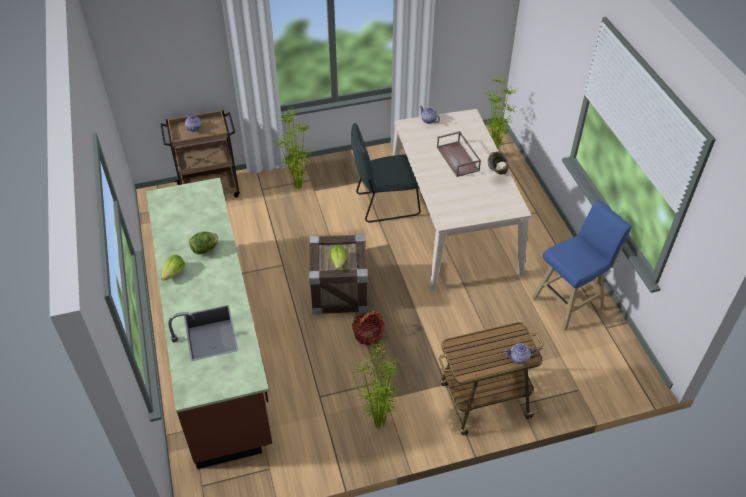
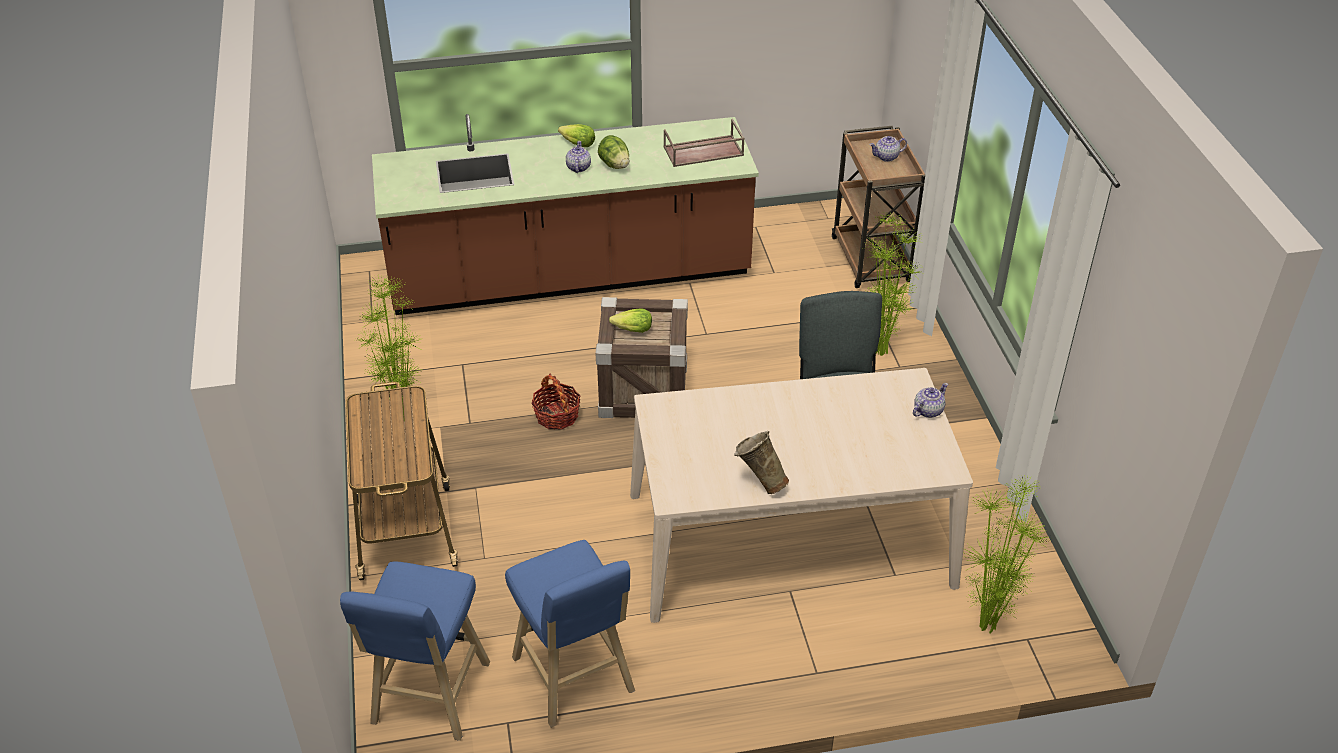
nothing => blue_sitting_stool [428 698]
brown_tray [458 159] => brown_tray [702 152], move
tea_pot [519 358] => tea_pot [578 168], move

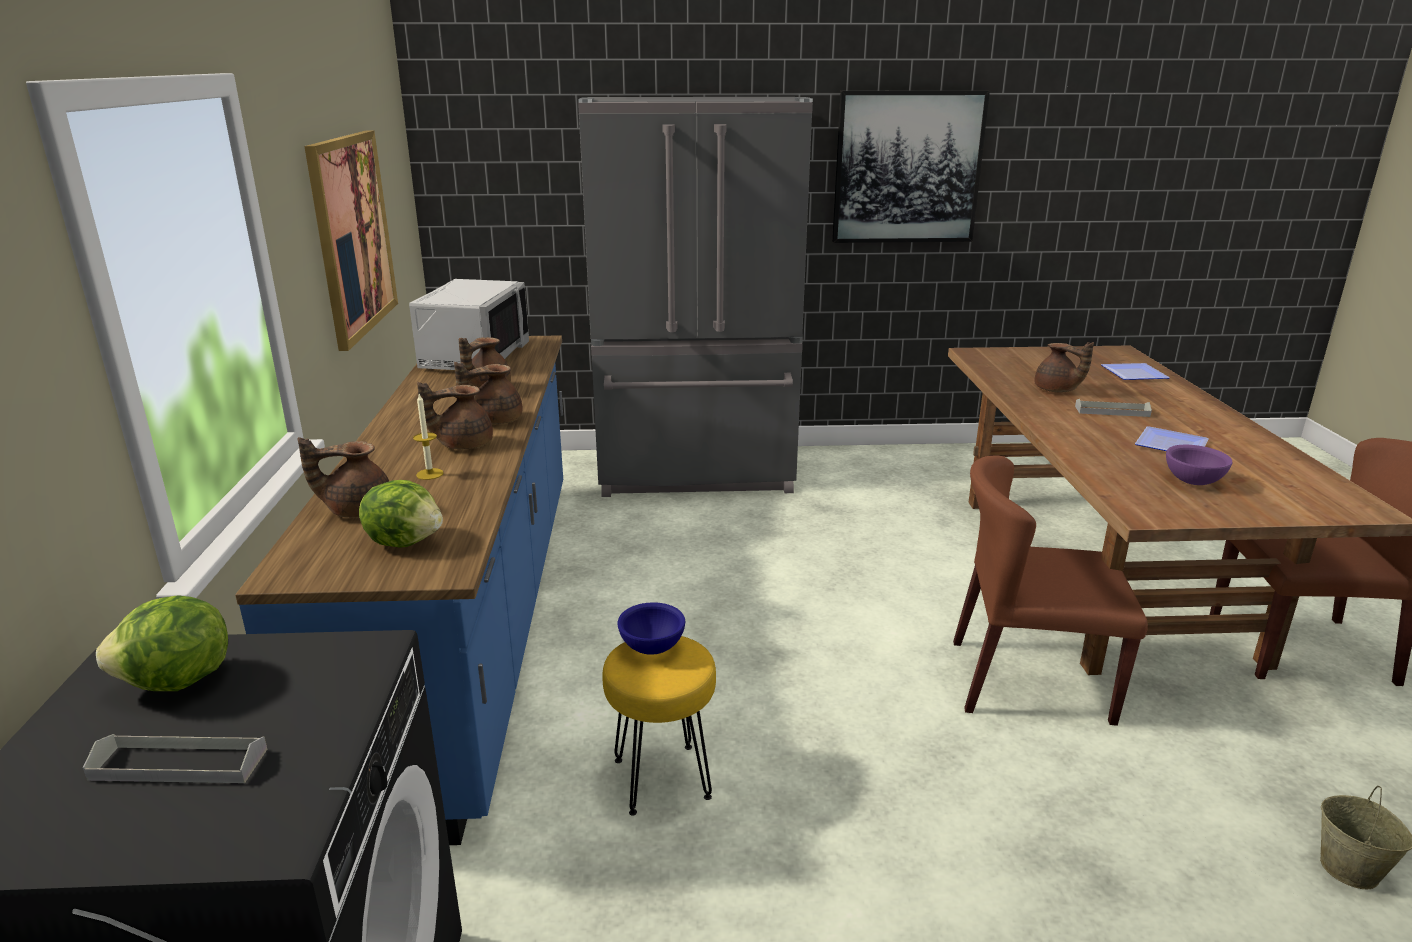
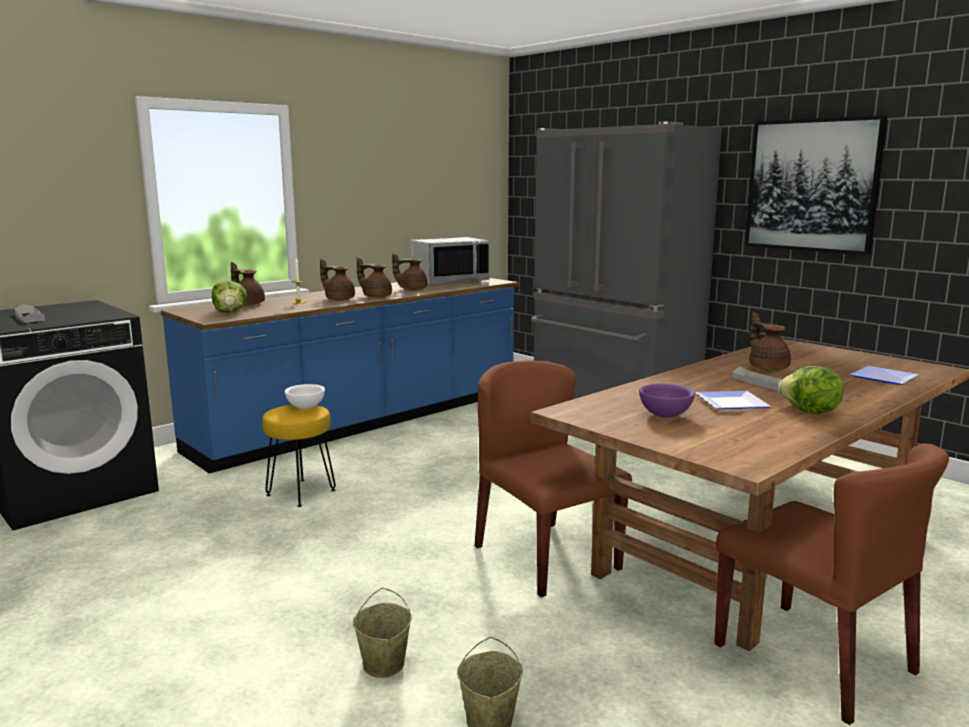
wall_picture [352 235] => nothing
nothing => beige_water_bucket [383 665]
lettuce [178 682] => lettuce [810 412], move
blue_serving_bowl [653 647] => white_serving_bowl [306 407]
brown_tea_pot [1056 390] => brown_tea_pot [767 367], 150 degrees clockwise

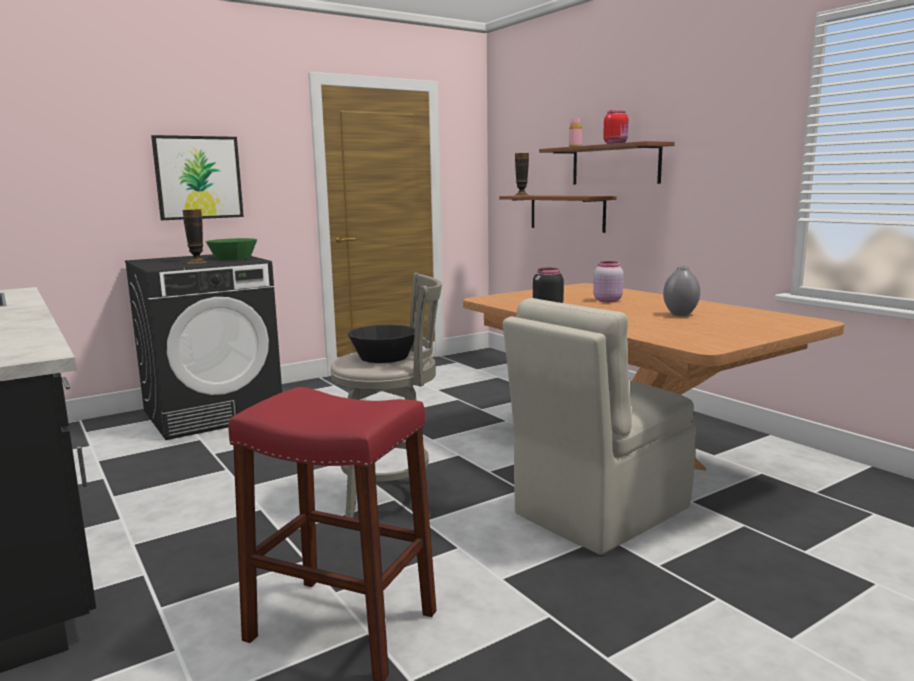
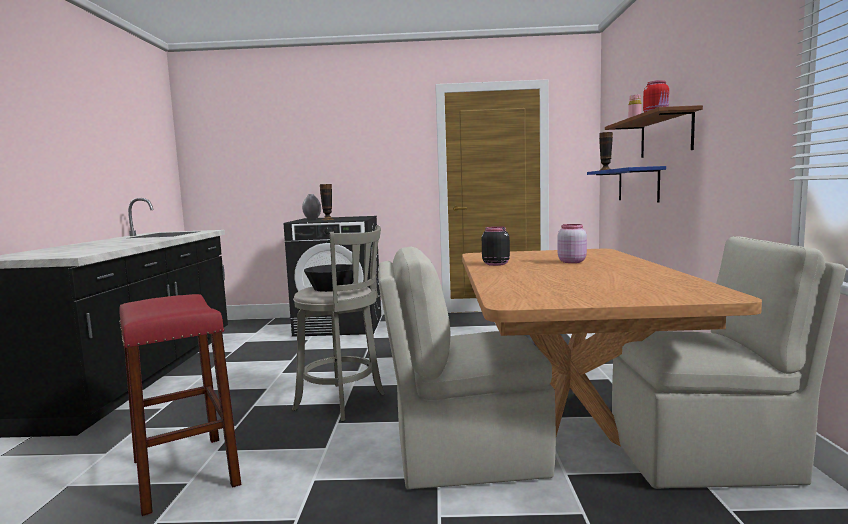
wall_picture [198 177] => nothing
green-coloured_serving_bowl [233 258] => nothing
nothing => beige_chair [707 457]
gray_decorative_vase [680 314] => gray_decorative_vase [312 219], move
brown_wall_shelf [566 212] => blue_wall_shelf [638 185]

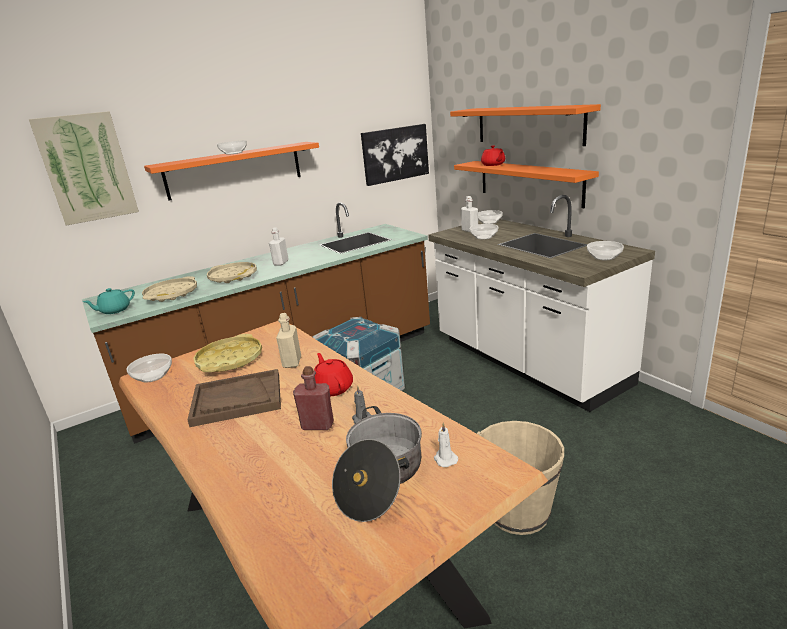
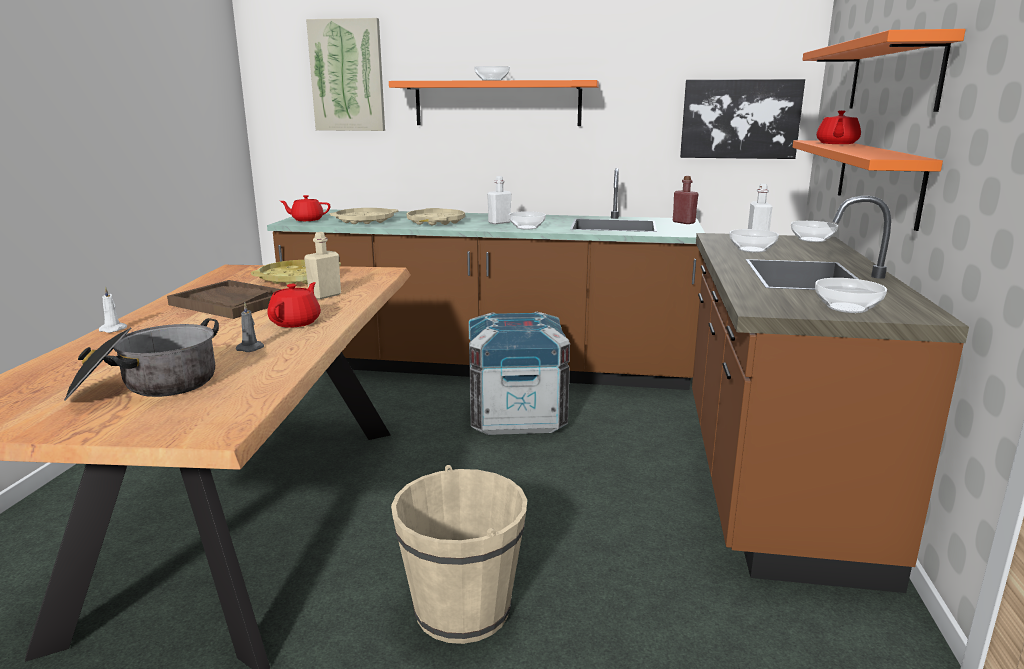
serving_bowl [153 376] => serving_bowl [527 227], move
reddish_drink_bottle [317 425] => reddish_drink_bottle [683 222], move
white_candle [445 459] => white_candle [114 329], move
turquoise_tea_pot [114 310] => reddish_tea_pot [307 220]
white_kitchen_base_unit [527 362] => brown_kitchen_base_unit [769 479]

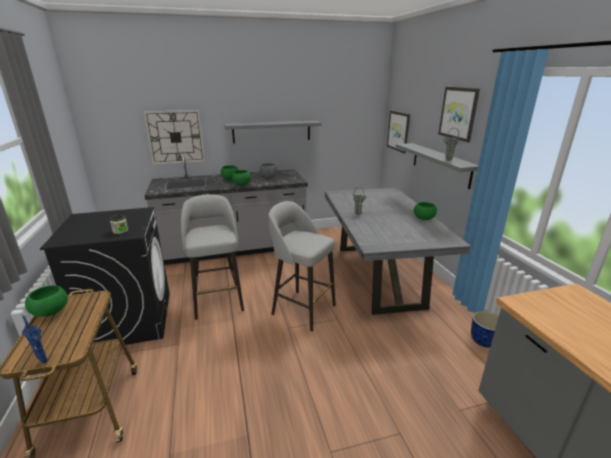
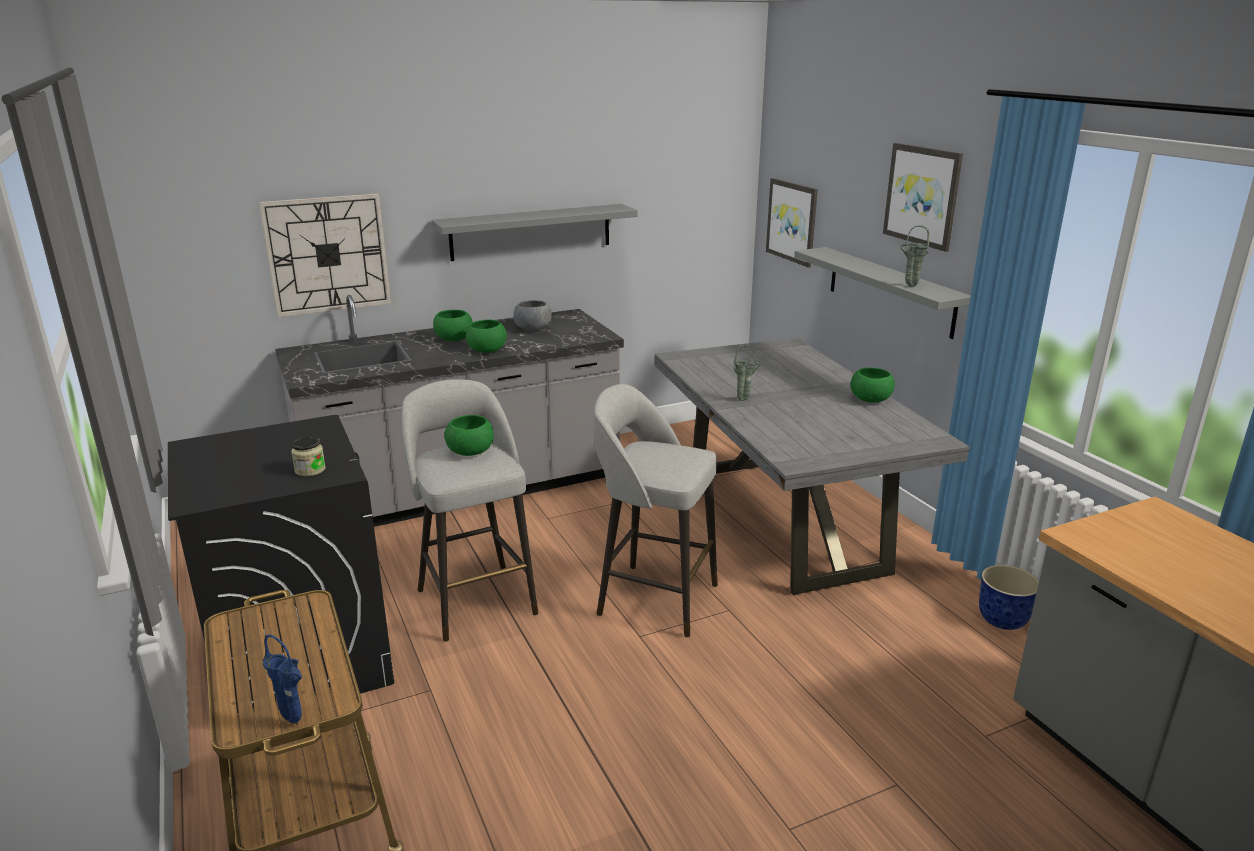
green-coloured_serving_bowl [51 311] => green-coloured_serving_bowl [471 452], move

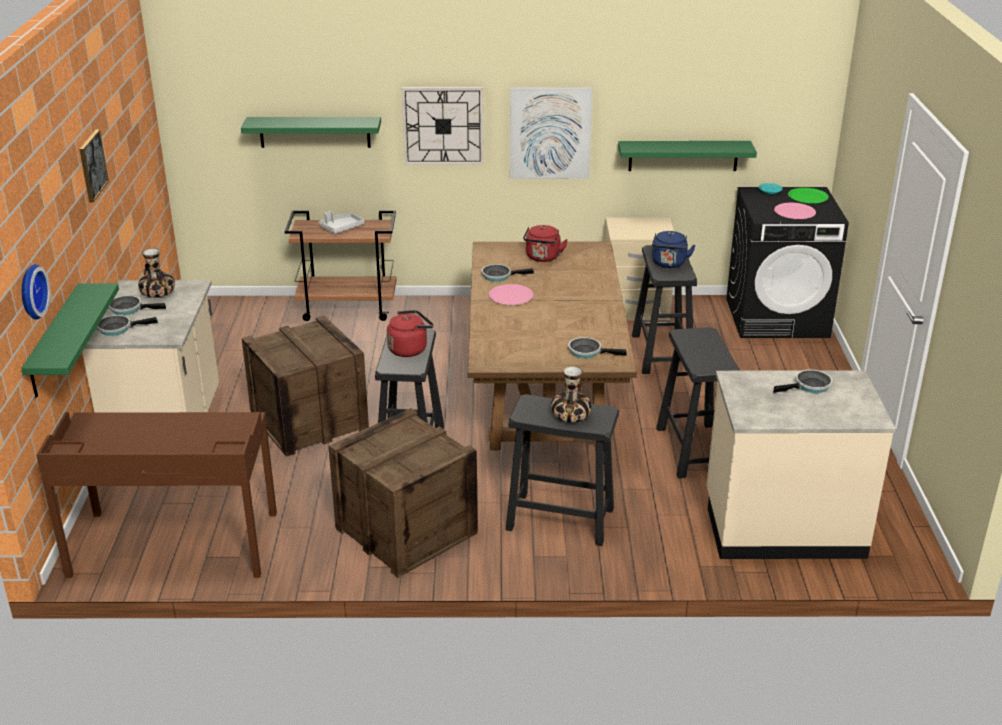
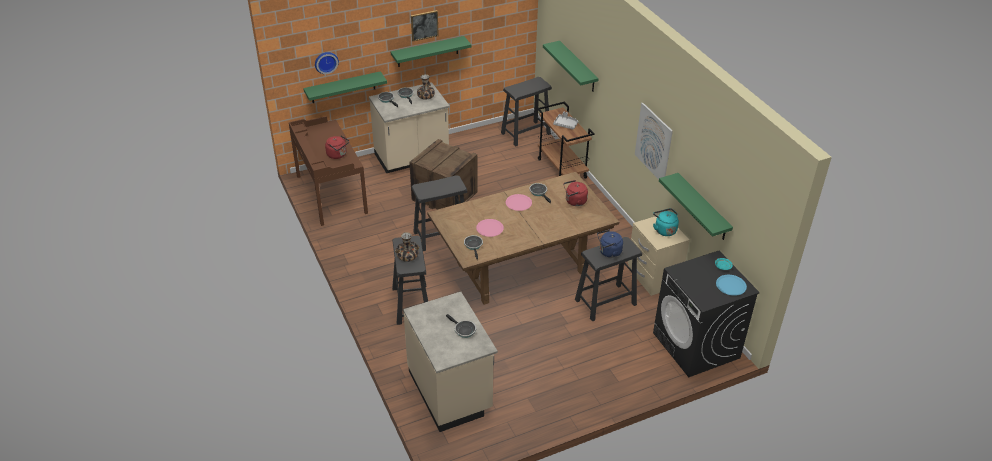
crate [405 531] => nothing
hanging_clock [443 126] => nothing
nothing => green-coloured_wall_shelf [428 51]
nothing => turquoise_kettle [664 230]
reddish_kettle [409 349] => reddish_kettle [338 155], move
blackish_sitting_stool [695 451] => blackish_sitting_stool [525 133], move
pink_flat_dish [794 212] => pink_flat_dish [490 228], move
green-coloured_flat_dish [808 197] => blue_flat_dish [731 285]

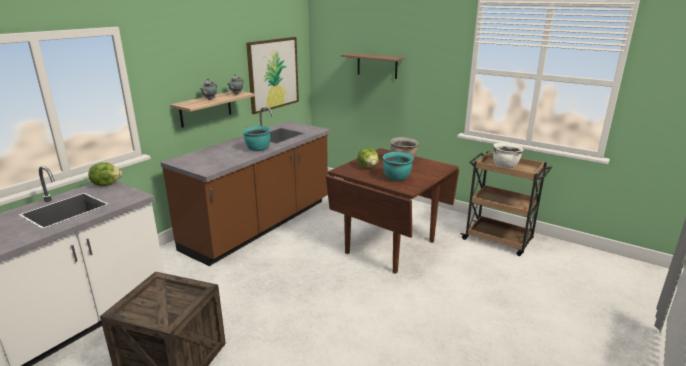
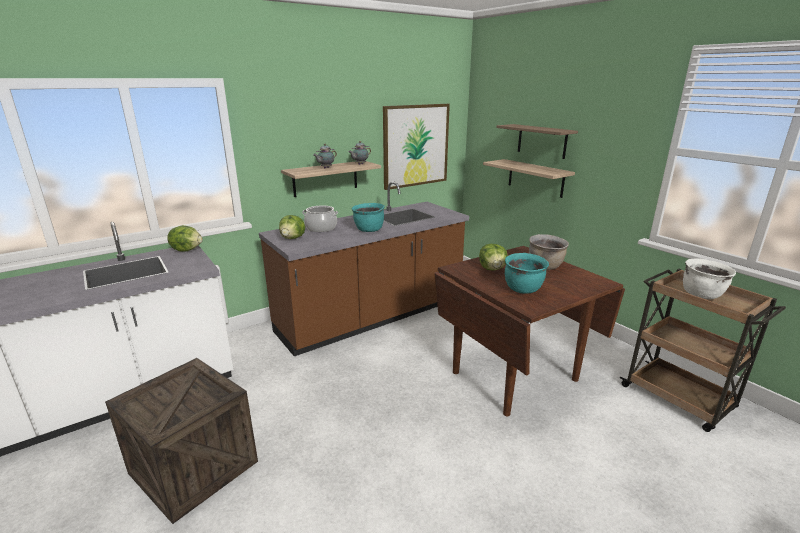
nothing => lettuce [293 238]
nothing => saucepot [321 228]
nothing => wall_shelf [535 178]

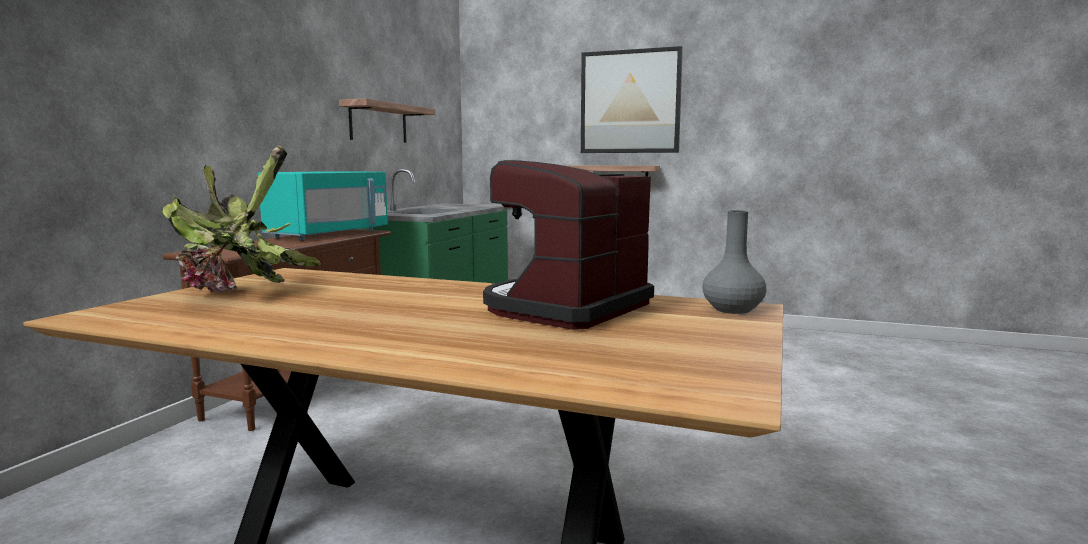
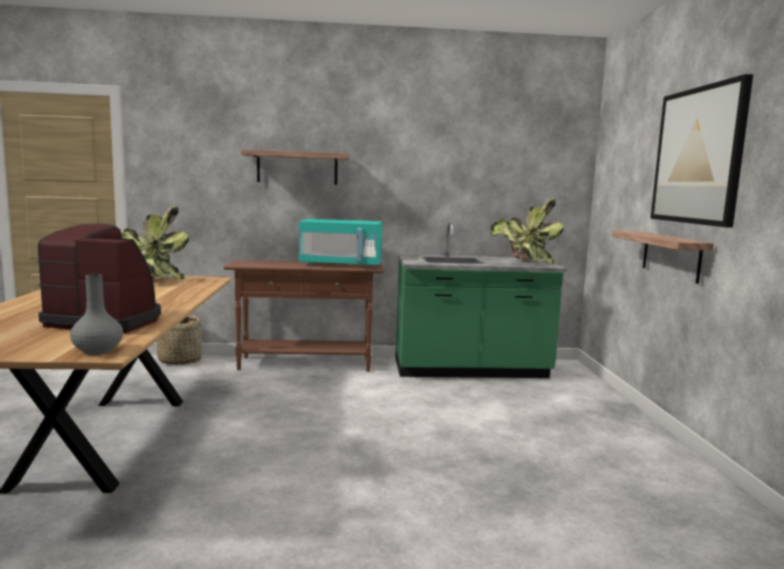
nothing => storage_basket [179 360]
nothing => potted_plant [523 263]
wall_shelf [378 123] => wall_shelf [297 168], move

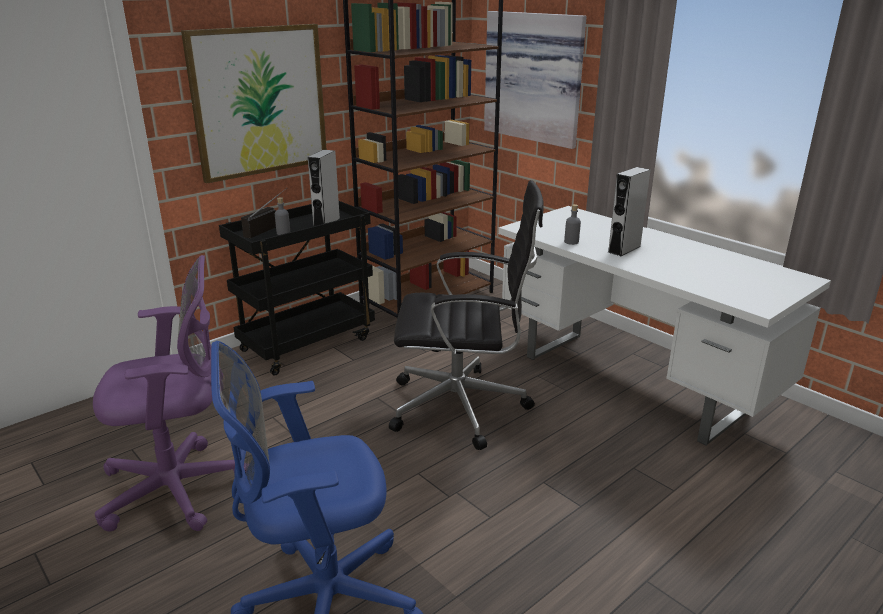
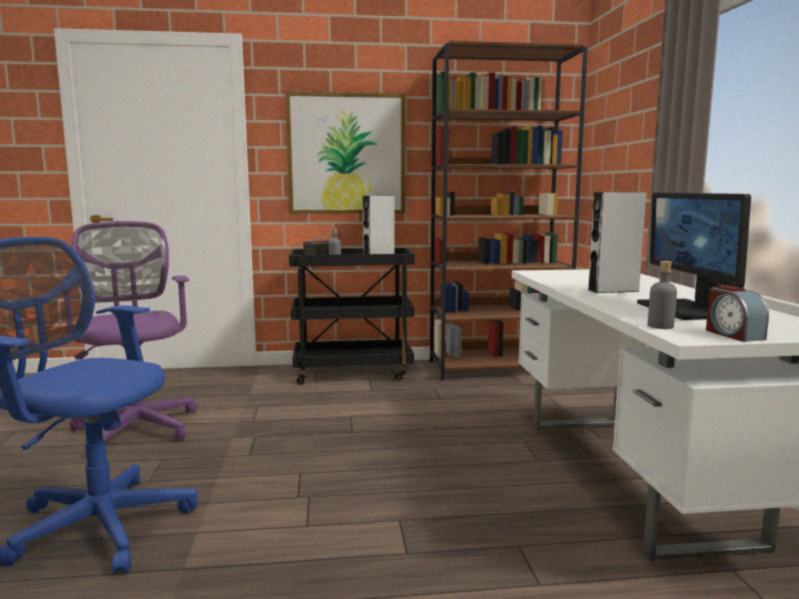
blackish_office_chair [463 407] => nothing
wall_picture [535 77] => nothing
nothing => computer_screen [686 310]
nothing => table_clock [733 334]
gray_drink_bottle [571 242] => gray_drink_bottle [660 326], move
purple_office_chair [180 488] => purple_office_chair [137 426], 135 degrees counterclockwise

